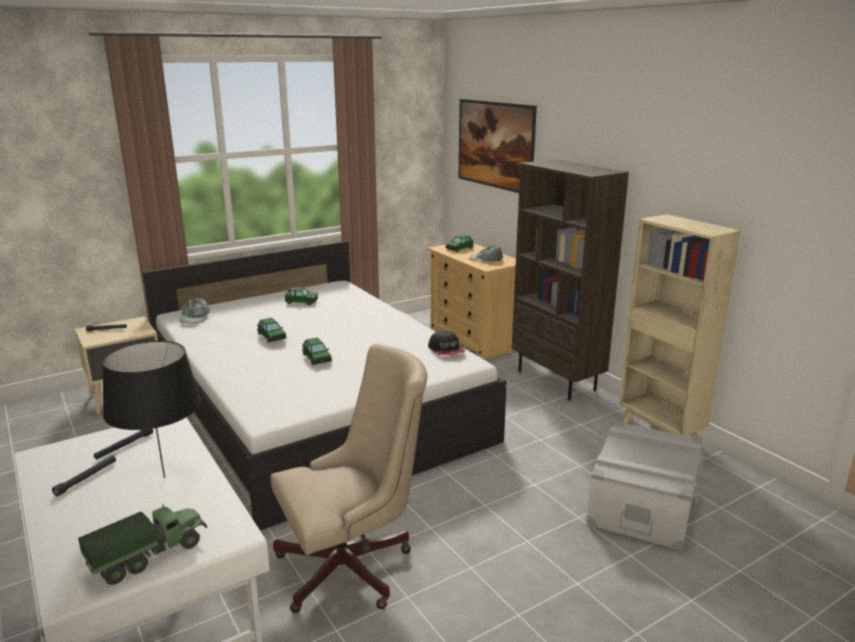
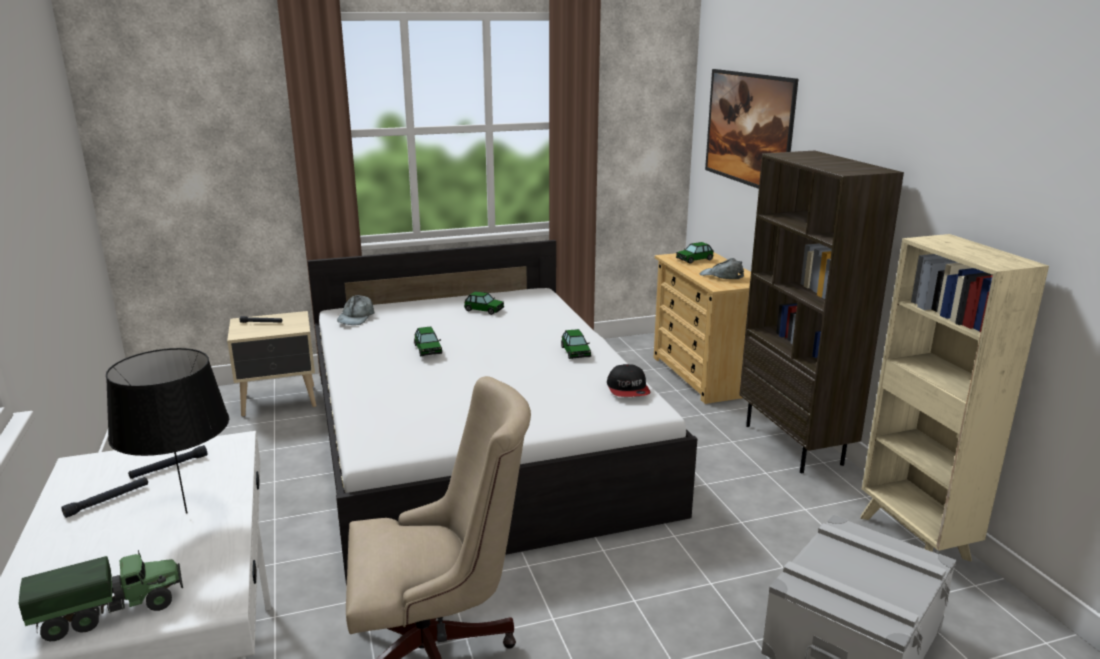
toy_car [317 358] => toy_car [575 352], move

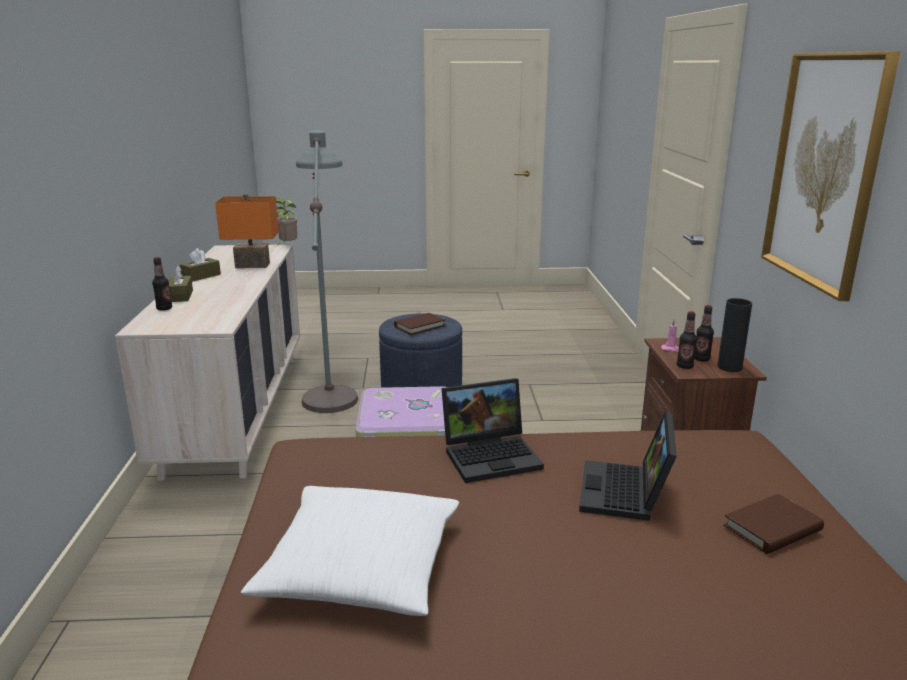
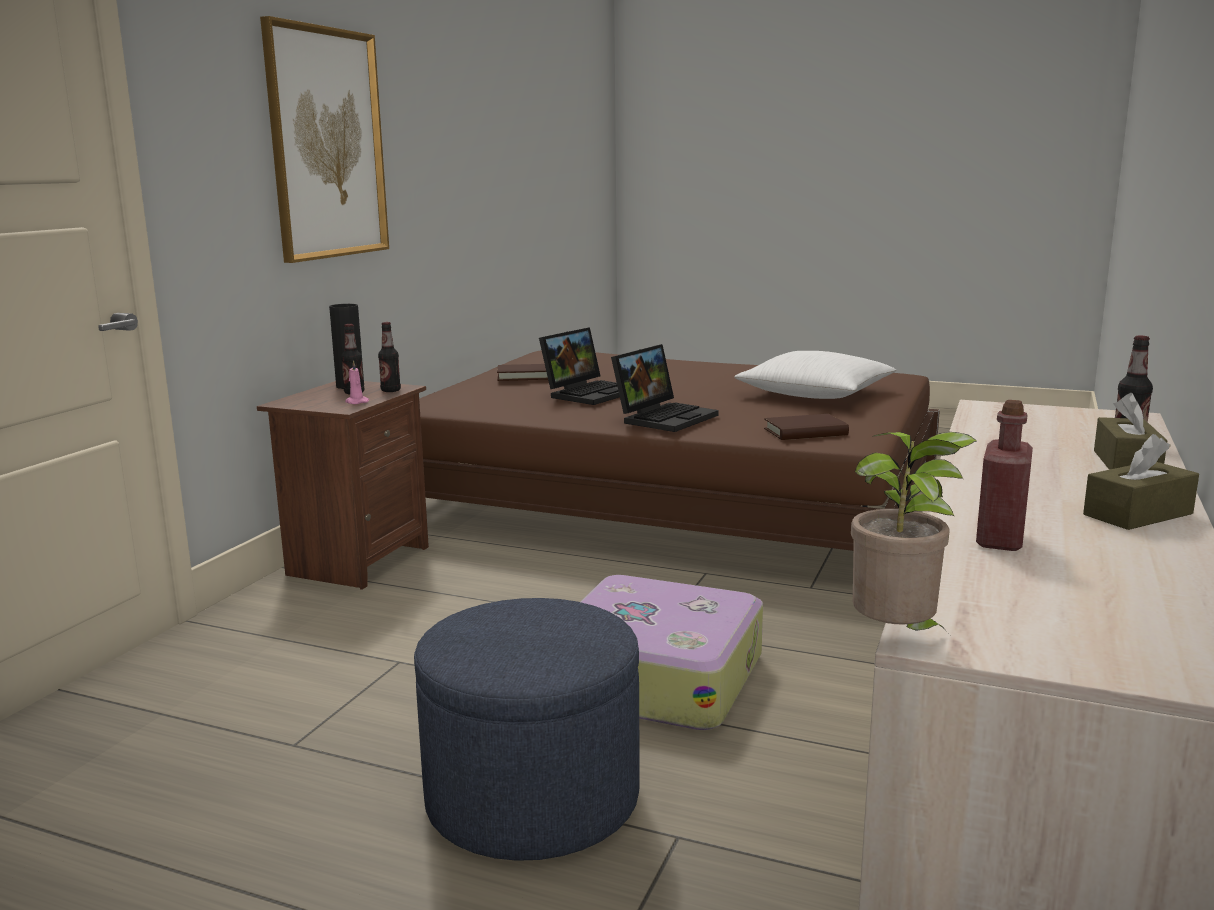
gray_standard_lamp [331 384] => nothing
brown_bound_book [419 326] => brown_bound_book [805 432], move
orangey_lamp_for_a_table [253 265] => reddish_drink_bottle [1000 539]
notebook_computer [492 455] => notebook_computer [664 417], 120 degrees clockwise

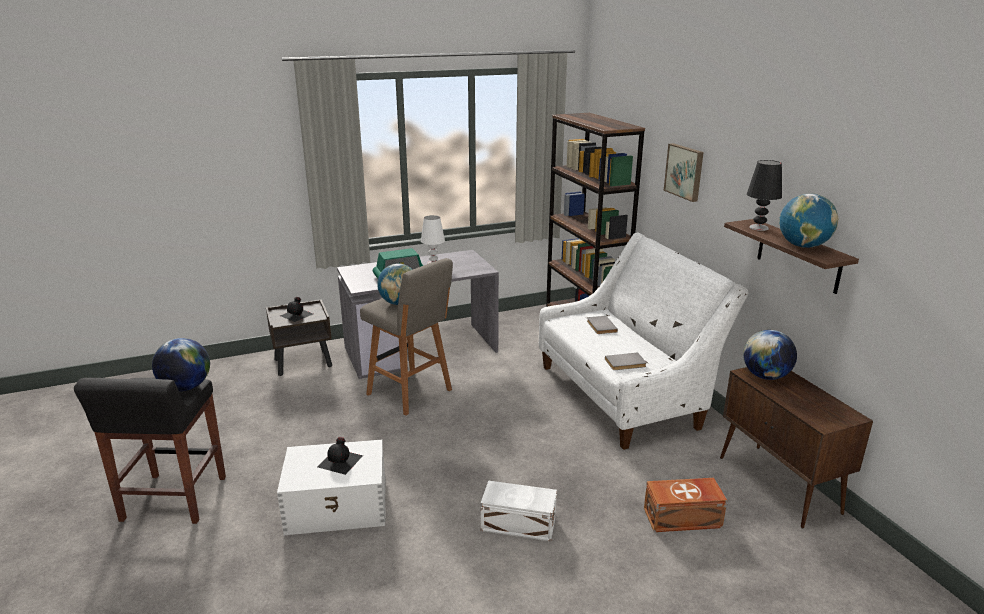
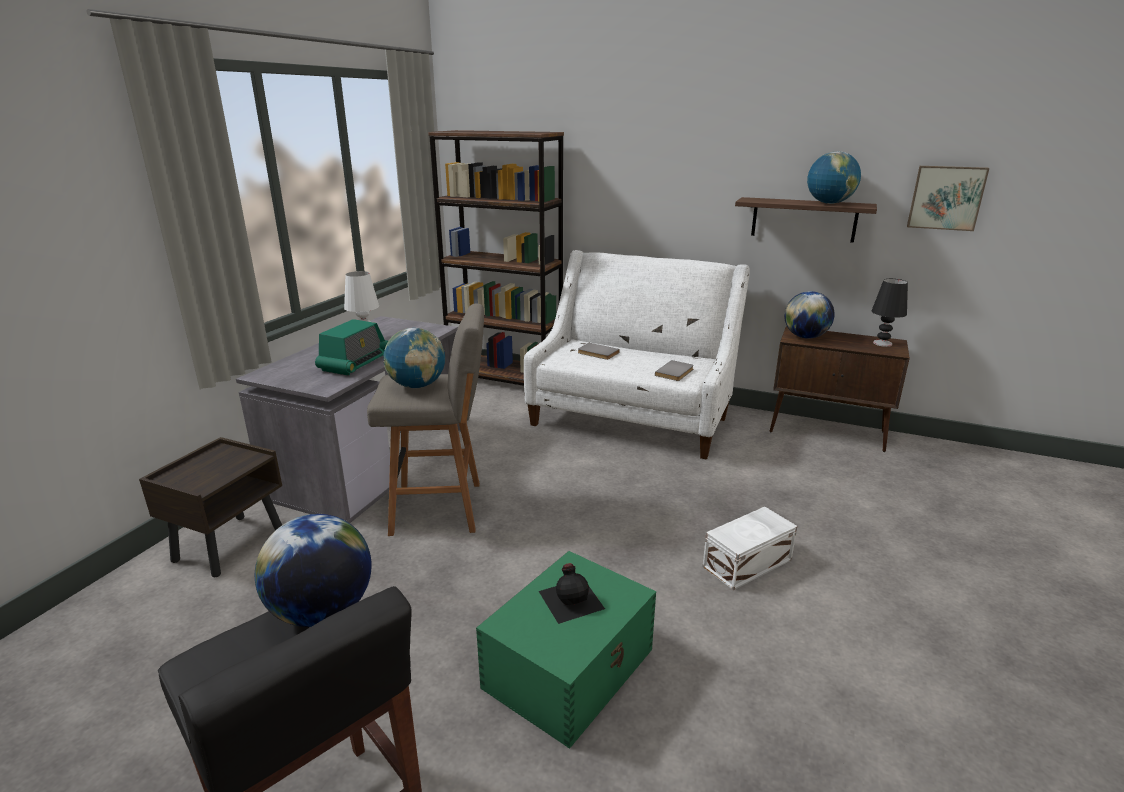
blackish_drink_bottle [297 314] => nothing
brown_storage_box [683 518] => nothing
wall_picture [685 171] => wall_picture [946 197], move
blackish_lamp_for_a_table [758 228] => blackish_lamp_for_a_table [882 343], move
white_storage_box [338 506] => green-coloured_storage_box [570 667]

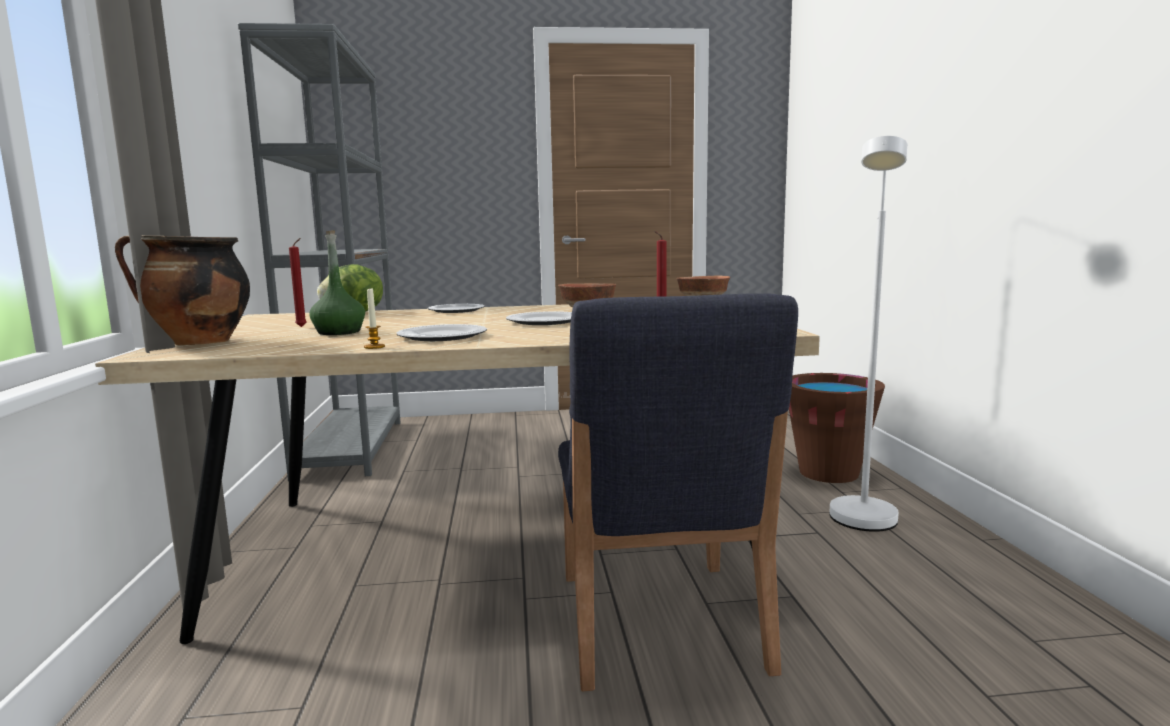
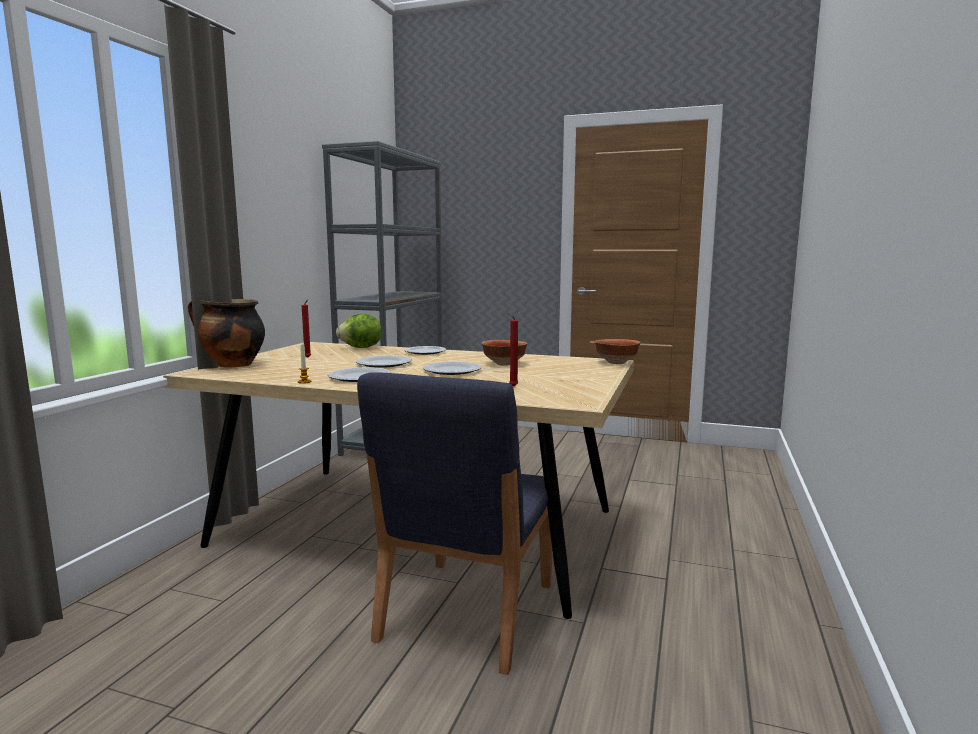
green-coloured_drink_bottle [339 332] => nothing
brown_water_bucket [828 473] => nothing
white_standard_lamp [862 525] => nothing
nothing => flat_dish [383 364]

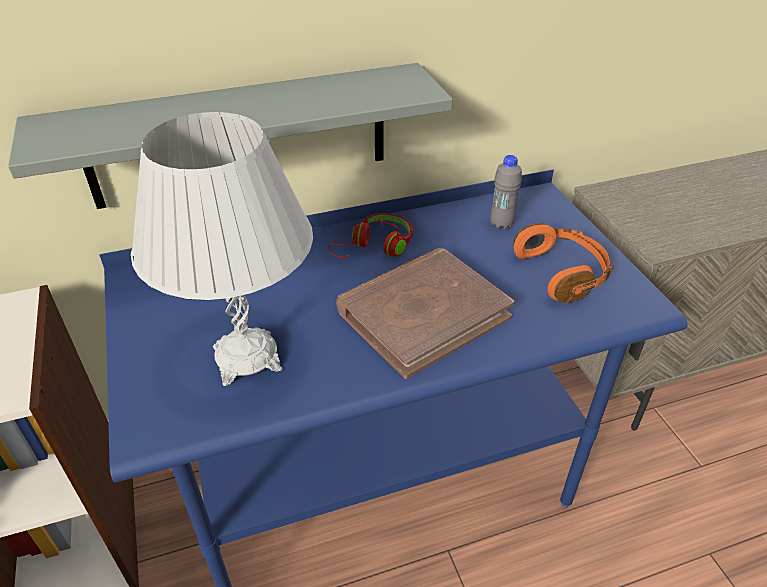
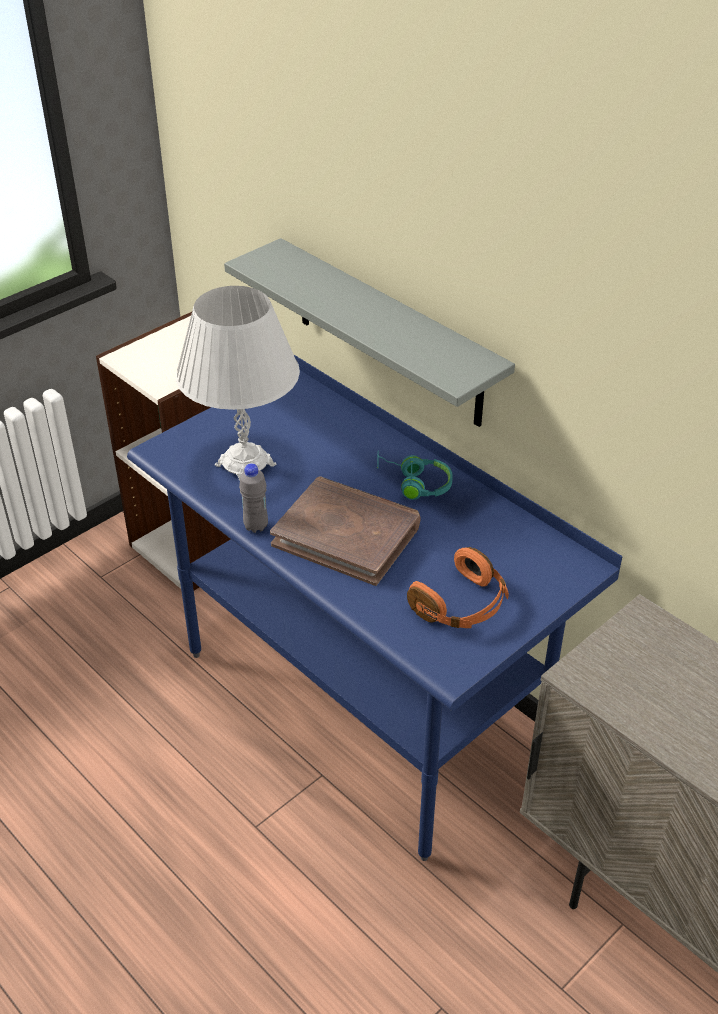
gray_drink_bottle [501 224] => gray_drink_bottle [256 526], move
reddish_headset [375 247] => turquoise_headset [414 483]

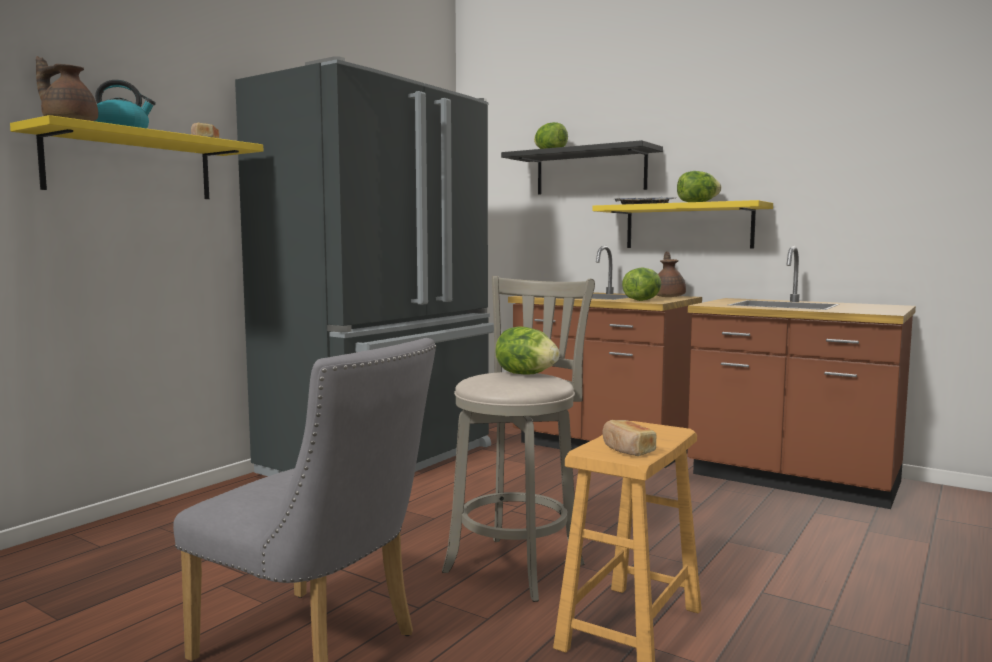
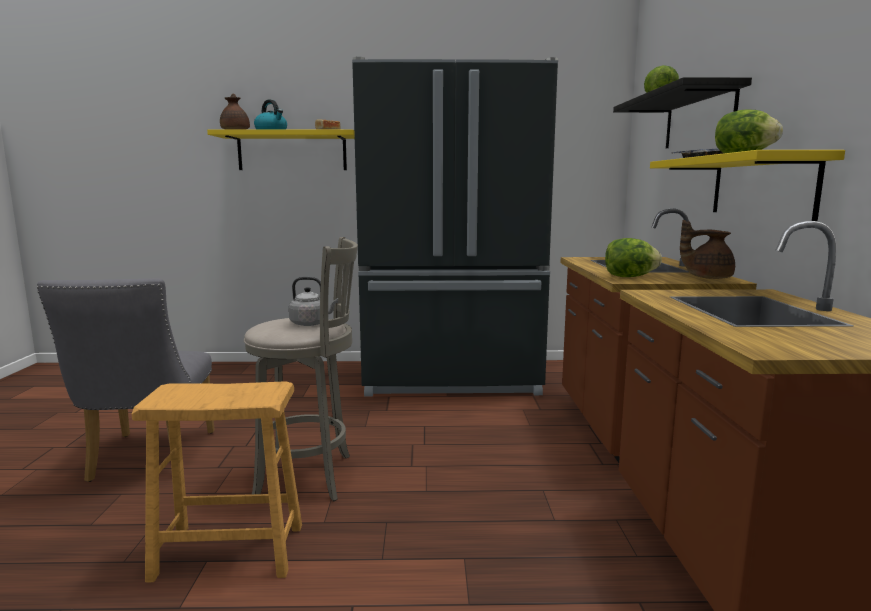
baked_bread [627 450] => nothing
lettuce [526 374] => gray_kettle [311 324]
brown_tea_pot [669 296] => brown_tea_pot [706 277], 150 degrees counterclockwise

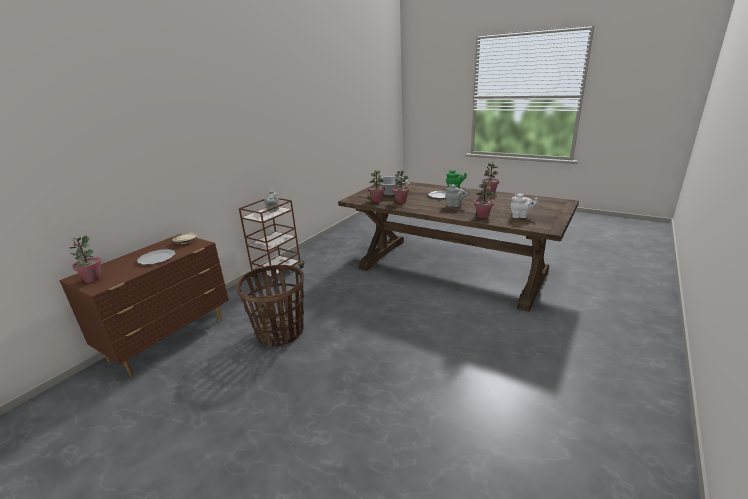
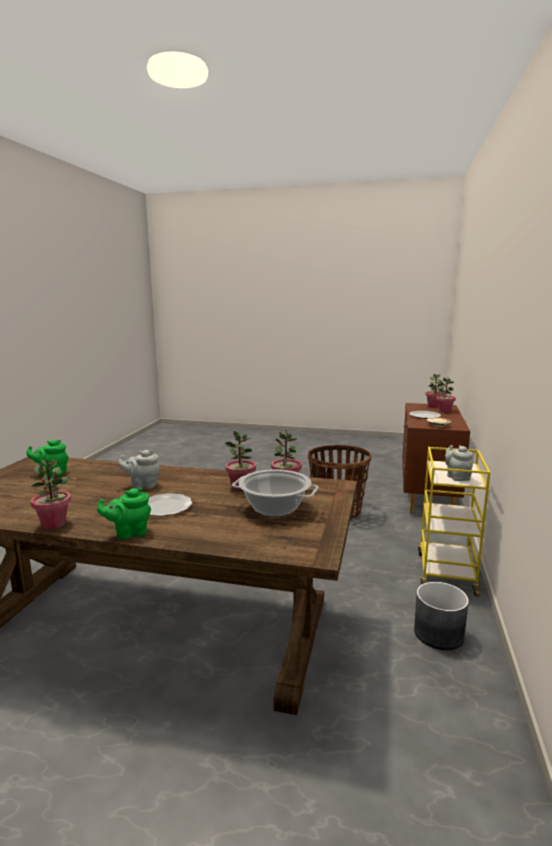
nothing => gray_planter [439 634]
potted_plant [482 216] => potted_plant [444 411], move
brown_wheeled_cart [278 273] => yellowish_wheeled_cart [445 572]
white_tea_pot [521 216] => green-coloured_tea_pot [52 473]

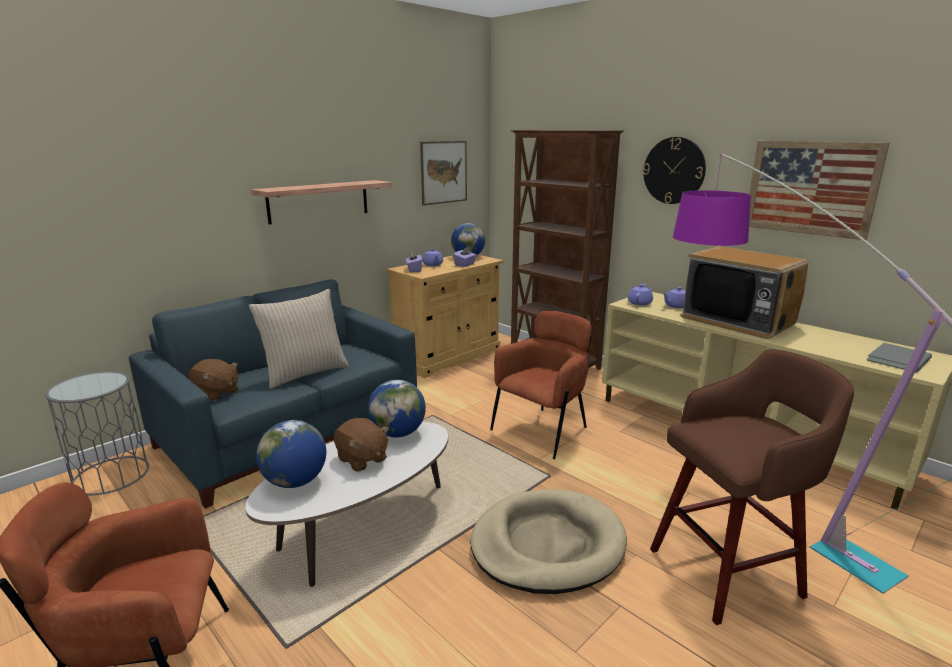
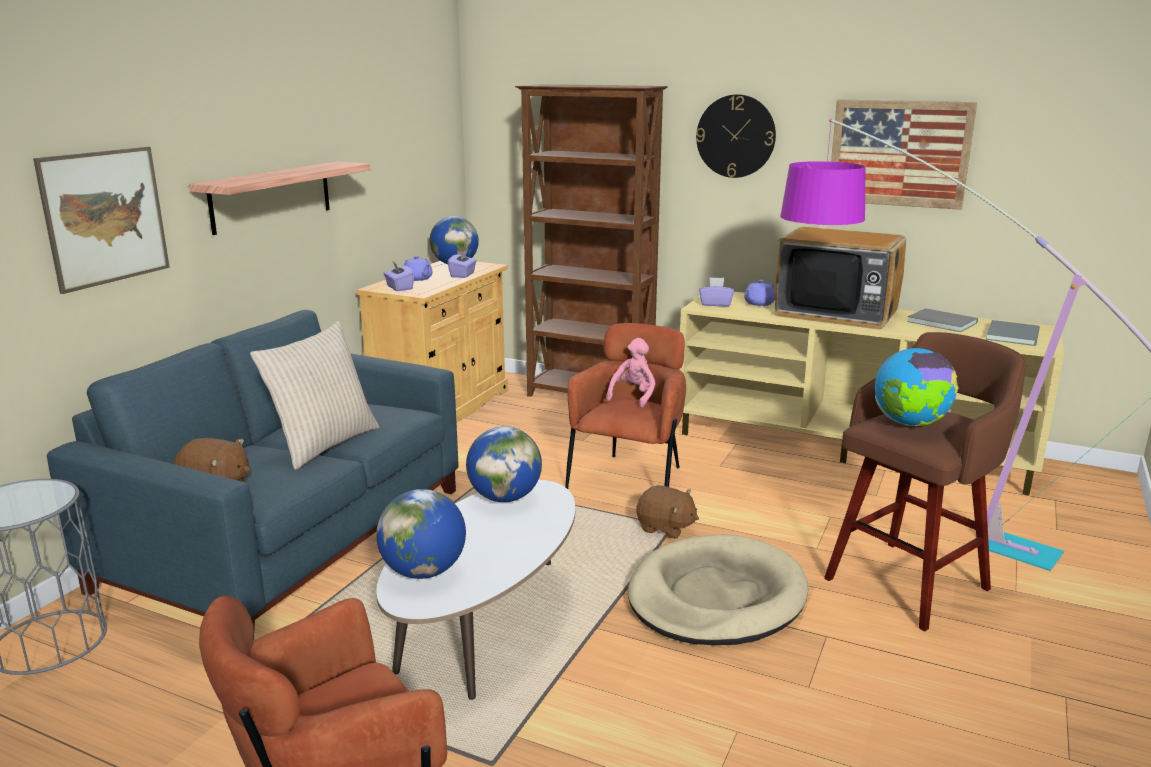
nothing => pink_soft_toy [632 396]
nothing => world_globe [910 423]
nothing => gray_bound_book [940 321]
brown_soft_toy [362 459] => brown_soft_toy [665 528], move
wall_picture [444 172] => wall_picture [105 217], move
purple_tea_pot [640 303] => purple_tissue_box [715 304]

